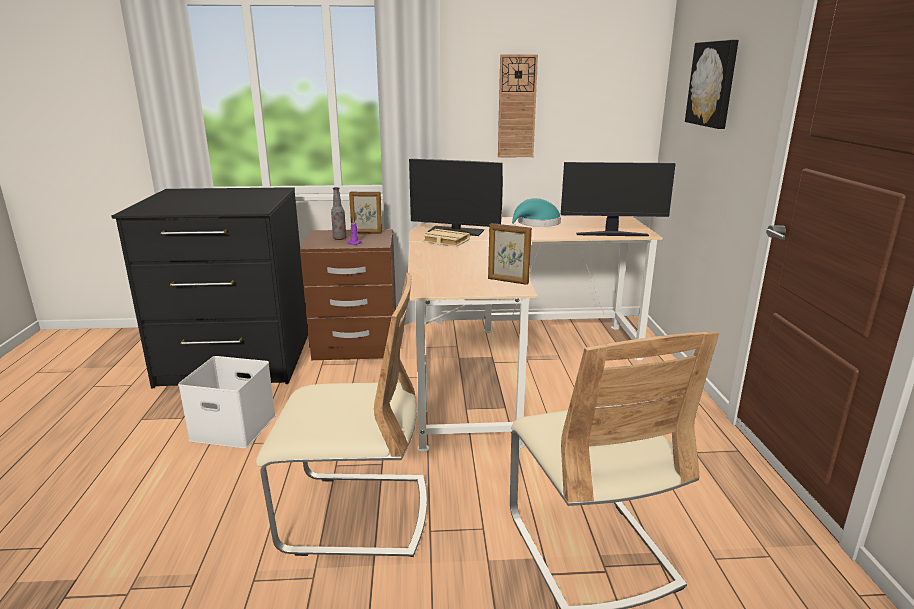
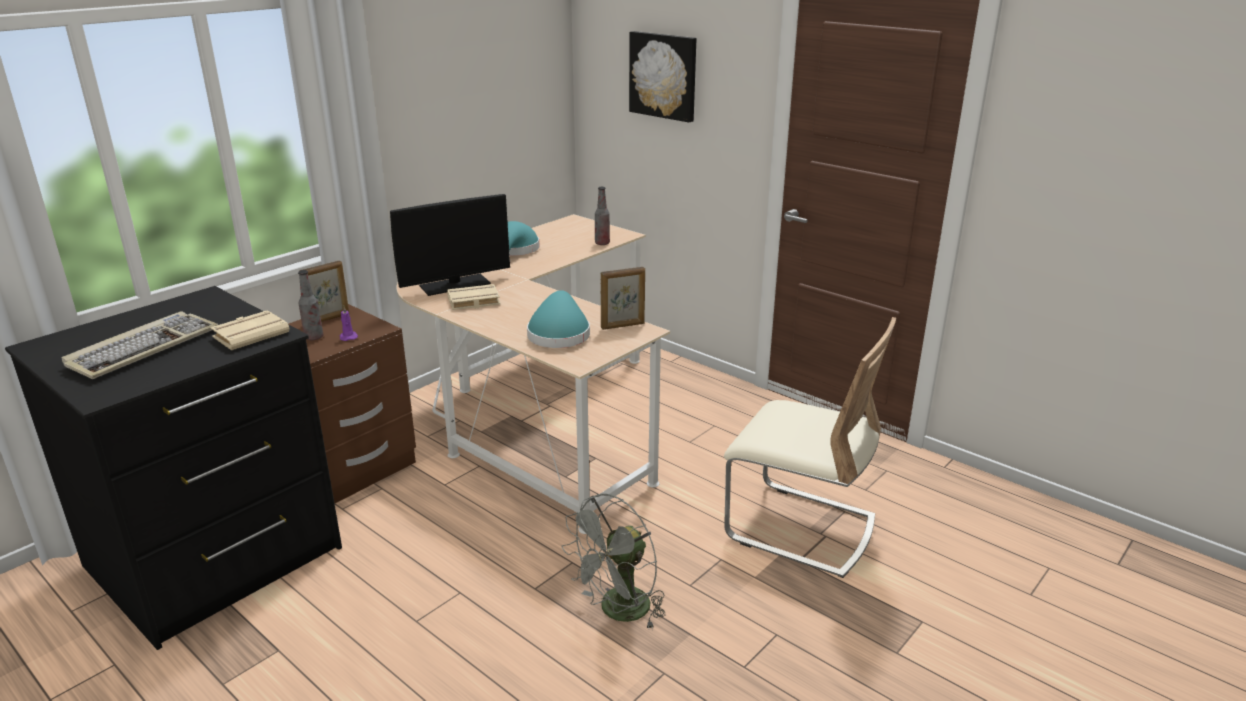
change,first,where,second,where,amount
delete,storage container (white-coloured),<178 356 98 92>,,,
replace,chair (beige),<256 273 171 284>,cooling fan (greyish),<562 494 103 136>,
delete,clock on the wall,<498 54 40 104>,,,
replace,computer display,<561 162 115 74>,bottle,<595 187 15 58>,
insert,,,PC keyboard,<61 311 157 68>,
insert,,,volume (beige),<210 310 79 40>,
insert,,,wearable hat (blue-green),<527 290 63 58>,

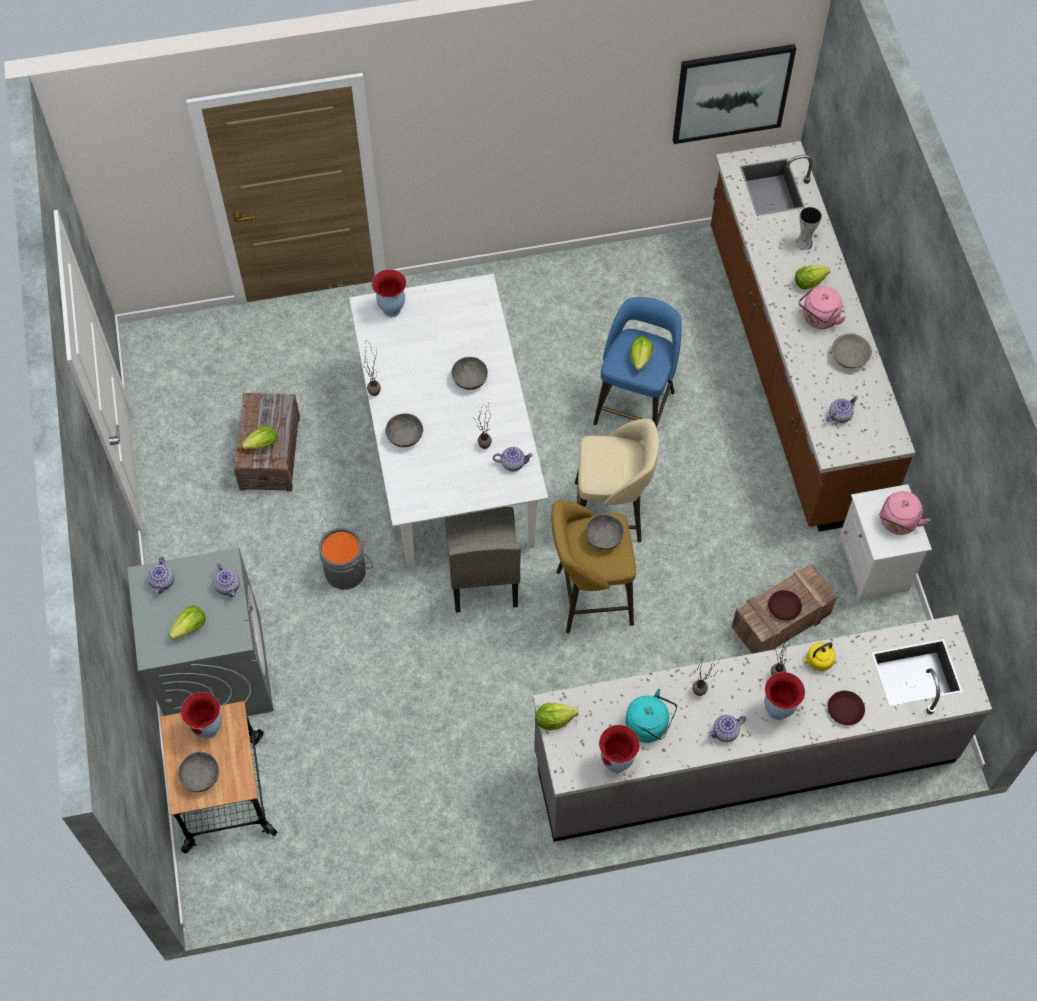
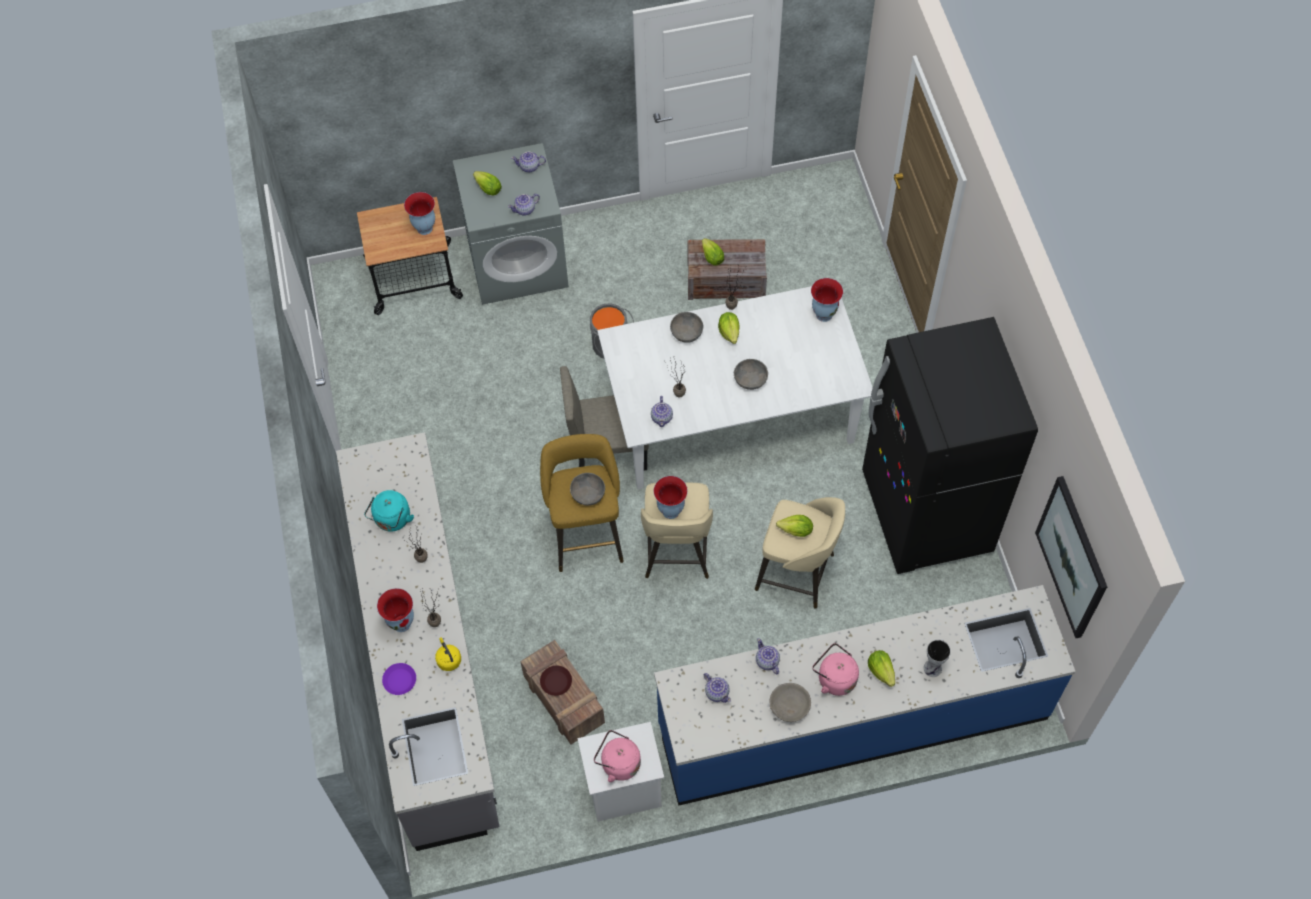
change,first,where,second,where,amount
delete,deep dish (greyish),<178 752 41 40>,,,
move,head of lettuce,<536 703 42 27>,,<718 312 22 32>,
recolor,stool seat (blue-coloured),<593 297 89 131>,stool seat (beige),<755 497 90 111>,
move,flower vase,<599 725 41 48>,,<654 476 34 43>,
move,teapot,<708 715 38 27>,,<756 638 24 36>,
recolor,counter (brownish),<711 141 204 391>,counter (blue-coloured),<654 585 422 221>,
recolor,dinner plate (brownish),<828 691 37 34>,dinner plate (purple-coloured),<382 663 34 32>,
insert,,,refrigerator (black-coloured),<862 317 176 257>,

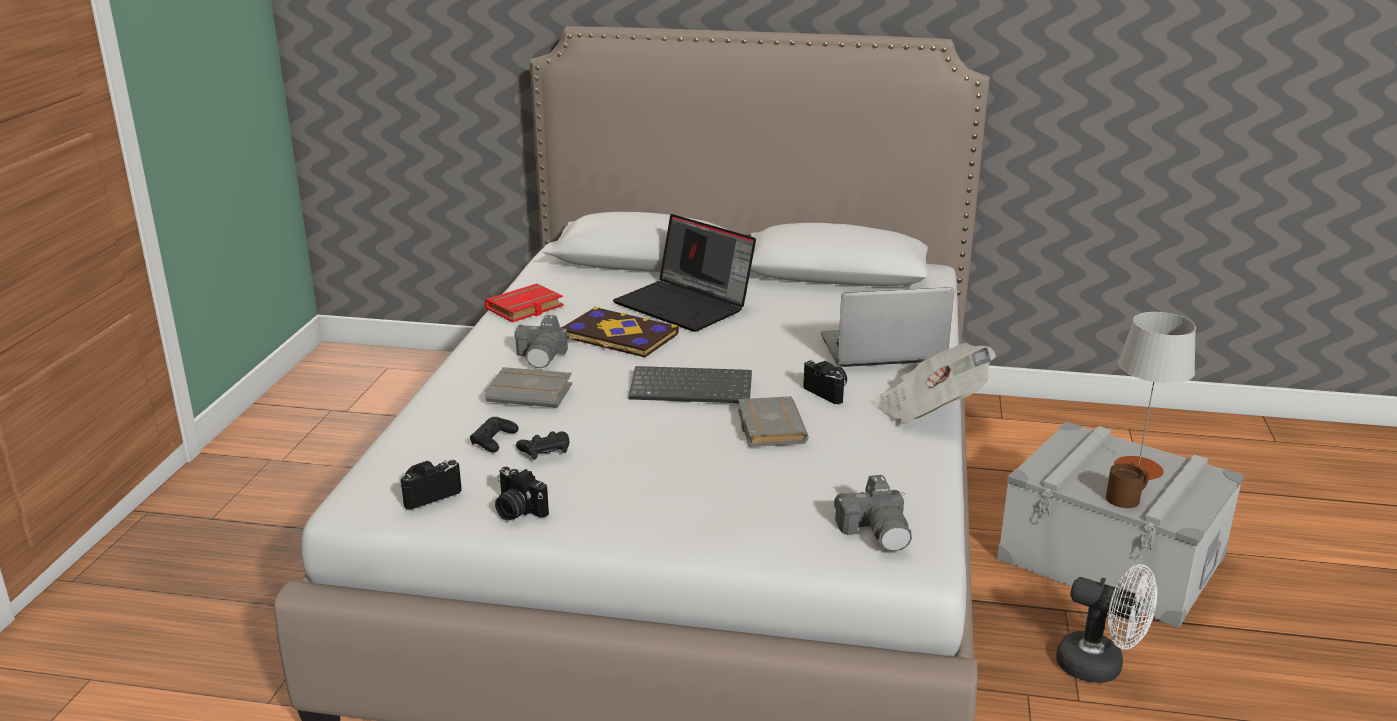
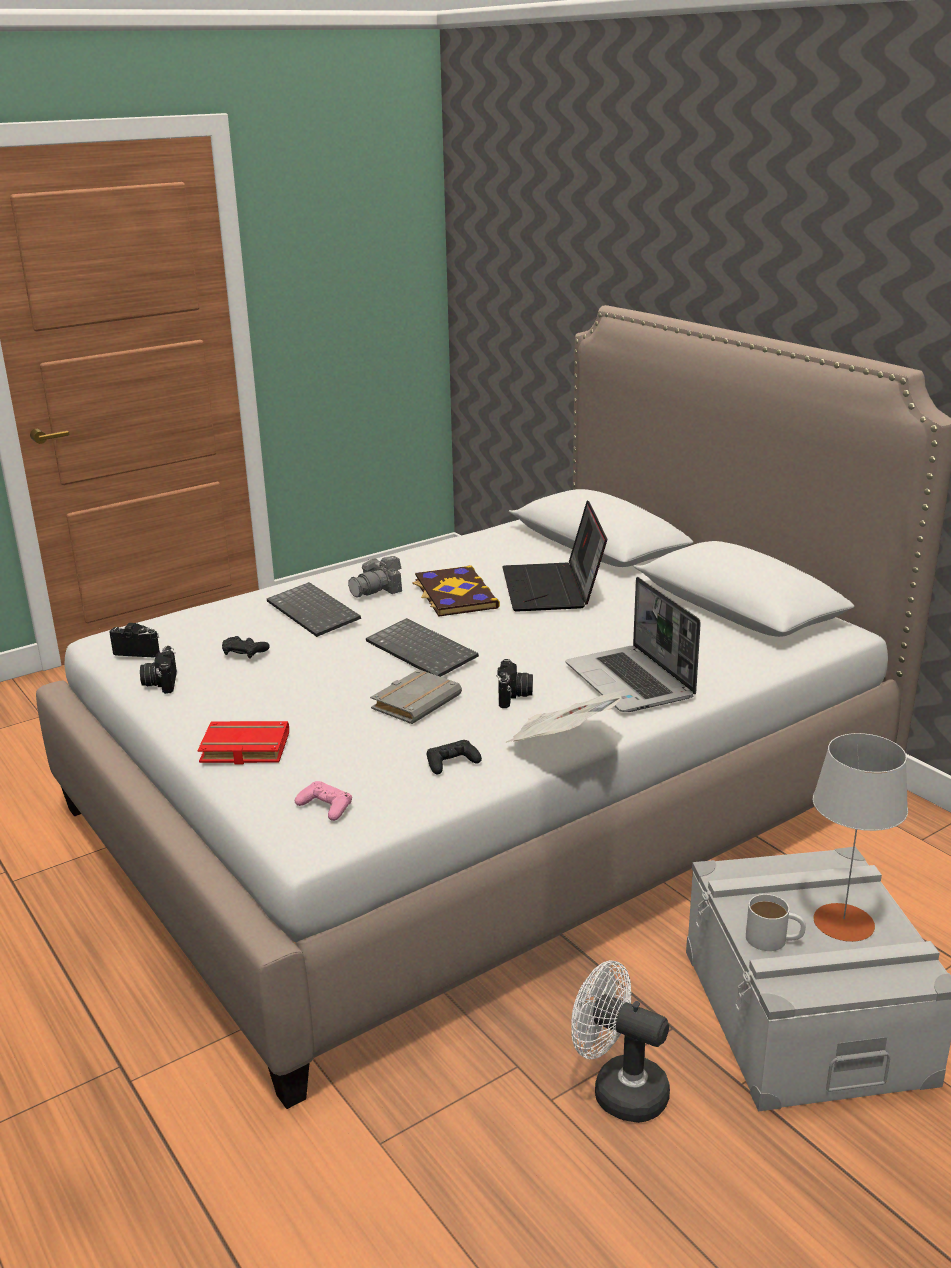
change,first,where,second,where,amount
move,game controller (black-coloured),<470 416 49 37>,,<427 740 55 34>,
move,volume (reddish),<485 284 79 38>,,<197 721 92 43>,
replace,volume (greyish),<485 367 87 41>,PC keyboard,<267 582 94 55>,
rotate,laptop,<821 287 133 80>,,<565 577 136 135>,150 degrees counterclockwise
replace,still camera,<834 475 78 77>,game controller (pinkish),<295 781 57 40>,
rotate,cooling fan (white-coloured),<1056 564 101 119>,,<571 960 99 163>,135 degrees clockwise
recolor,mug (brownish),<1106 463 43 45>,mug (white-coloured),<746 894 60 57>,

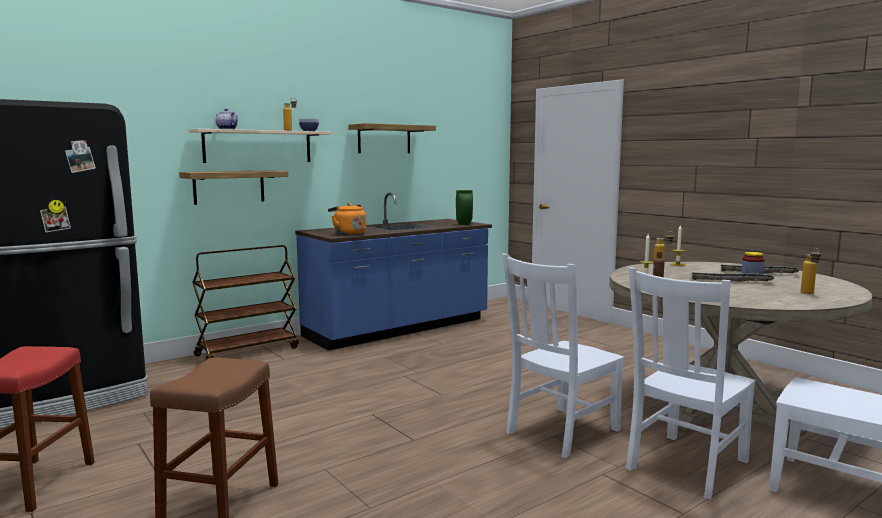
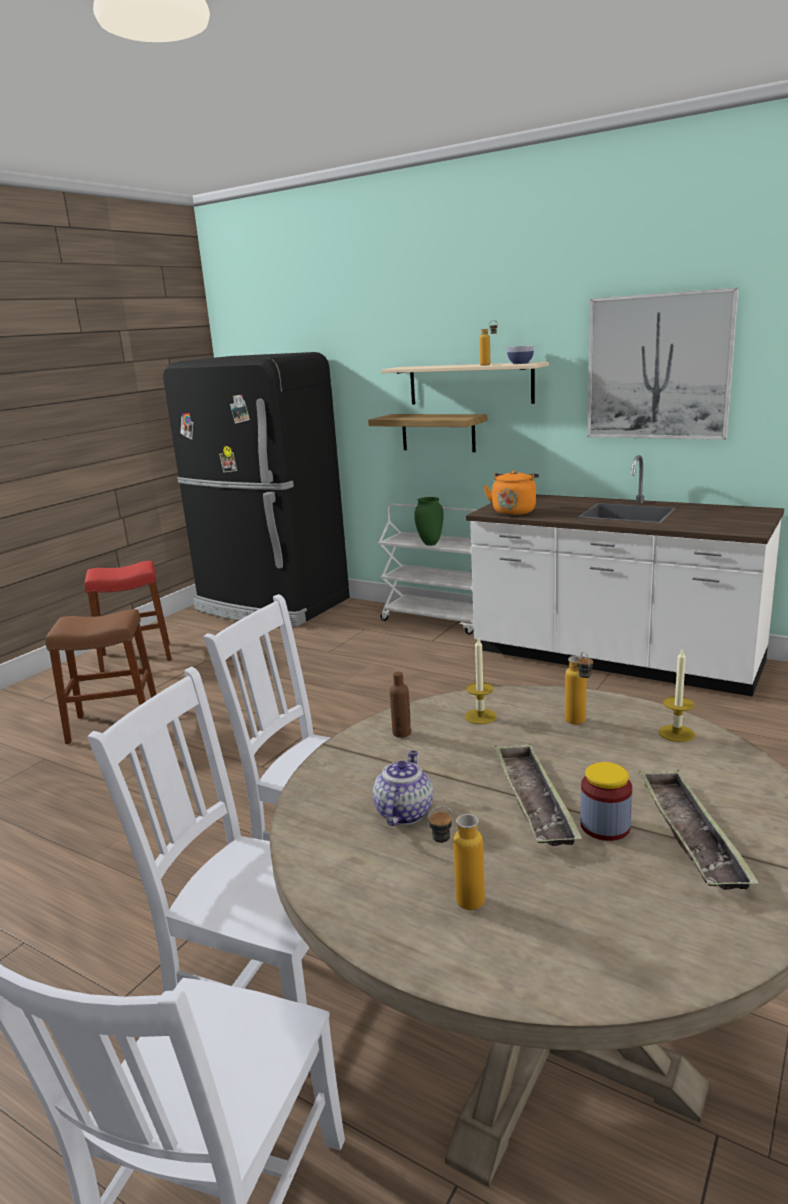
change,first,where,second,where,amount
recolor,cart (brownish),<192 245 107 115>,cart (white-coloured),<378 504 98 131>,
move,teapot,<216 109 22 20>,,<373 750 60 76>,
recolor,counter (blue-coloured),<295 193 197 158>,counter (white-coloured),<466 455 318 242>,
replace,bracket shelf,<348 123 88 30>,picture,<587 288 152 152>,
move,flower vase (green-coloured),<456 190 17 35>,,<414 497 30 49>,

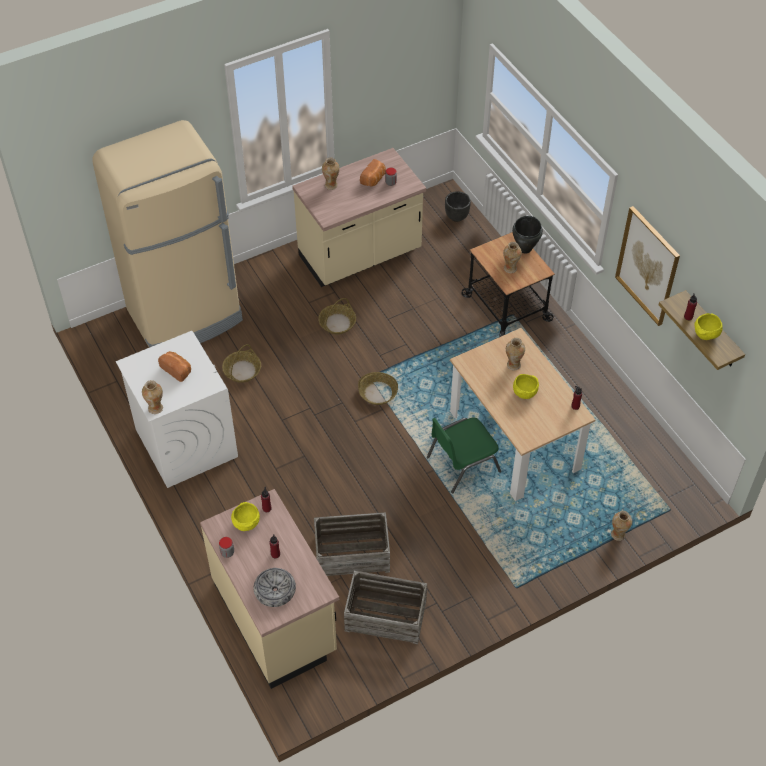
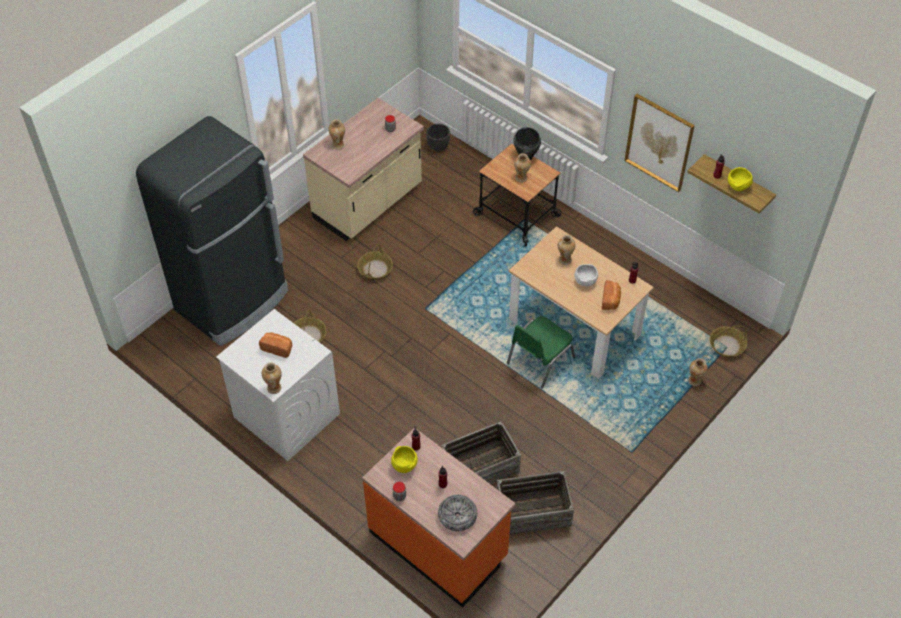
change,first,where,second,where,amount
recolor,refrigerator (beige),<93 120 150 228>,refrigerator (black-coloured),<136 116 152 230>,
recolor,counter (beige),<200 489 139 200>,counter (orangey),<362 428 154 180>,
move,storage basket,<358 372 40 33>,,<710 326 37 31>,
move,baked bread,<360 159 26 27>,,<602 280 19 30>,
recolor,deep dish (yellow),<513 374 26 25>,deep dish (white-coloured),<575 264 23 22>,

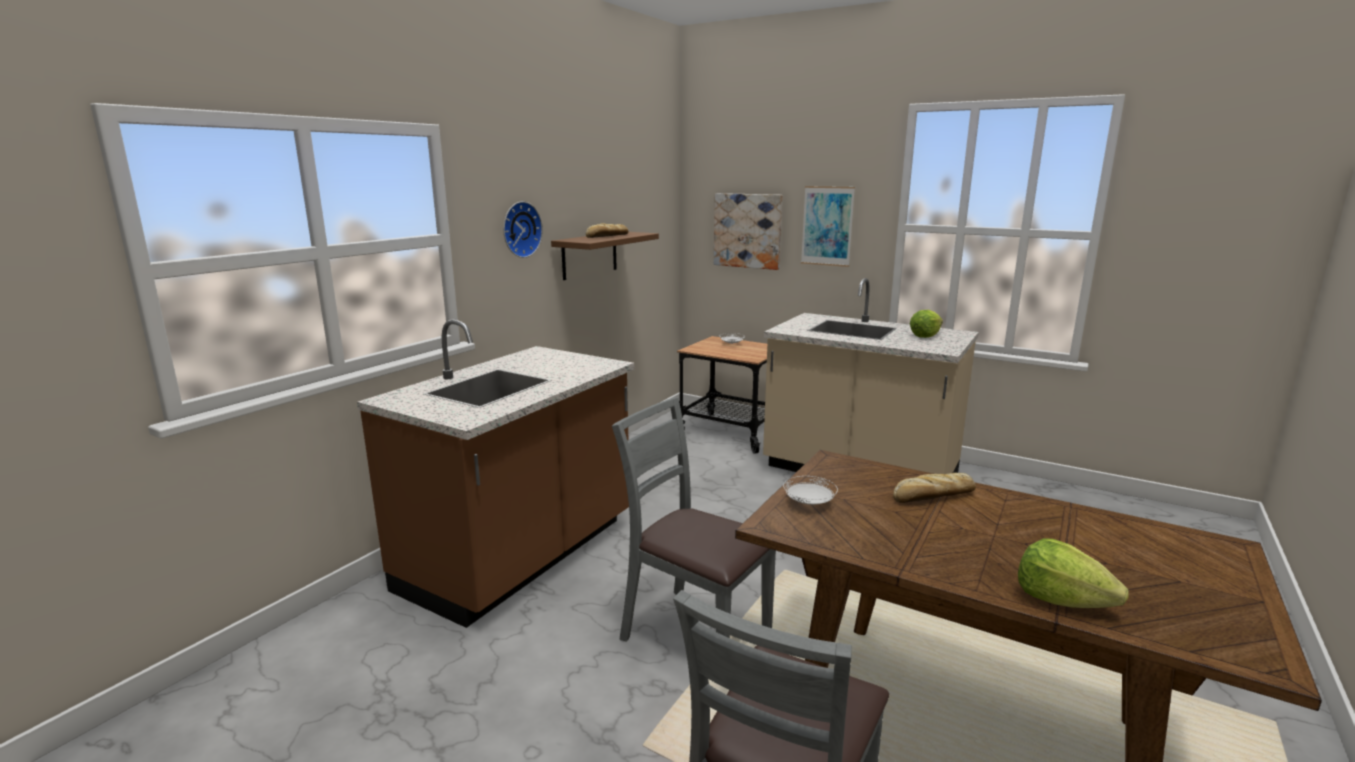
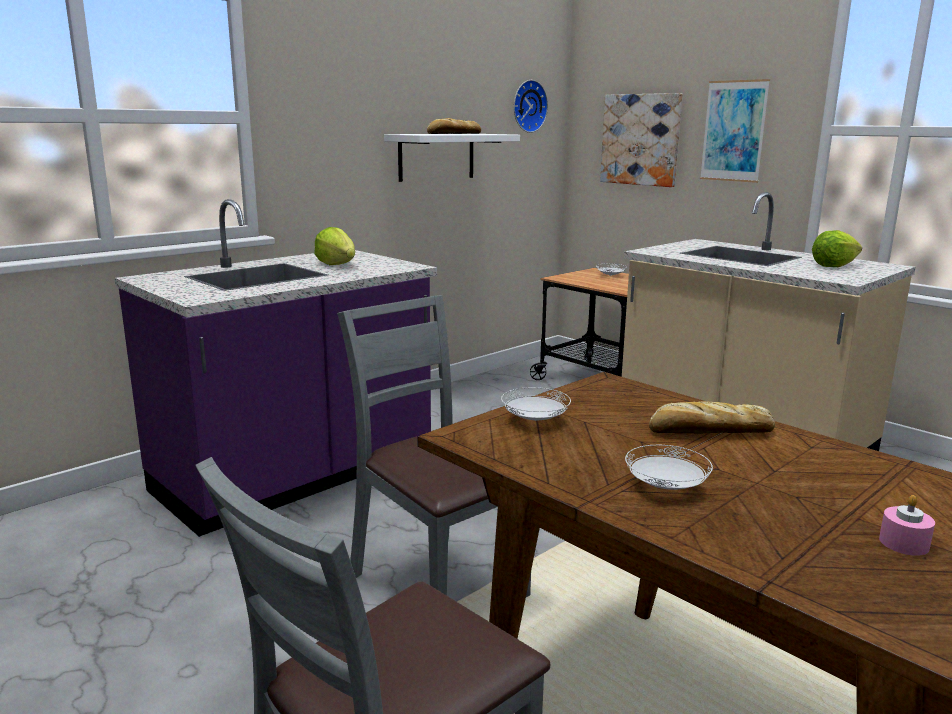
change,first,where,second,where,amount
recolor,counter (brownish),<357 319 277 309>,counter (purple-coloured),<115 199 322 338>,
move,clock on the wall,<503 201 40 57>,,<514 80 34 53>,
recolor,bracket shelf (brownish),<551 232 108 48>,bracket shelf (white-coloured),<384 134 136 48>,
move,head of lettuce,<1018 538 111 70>,,<314 227 41 38>,
insert,,,dinner plate (white-coloured),<625 445 88 45>,
insert,,,wax light (pinkish),<879 495 56 61>,

